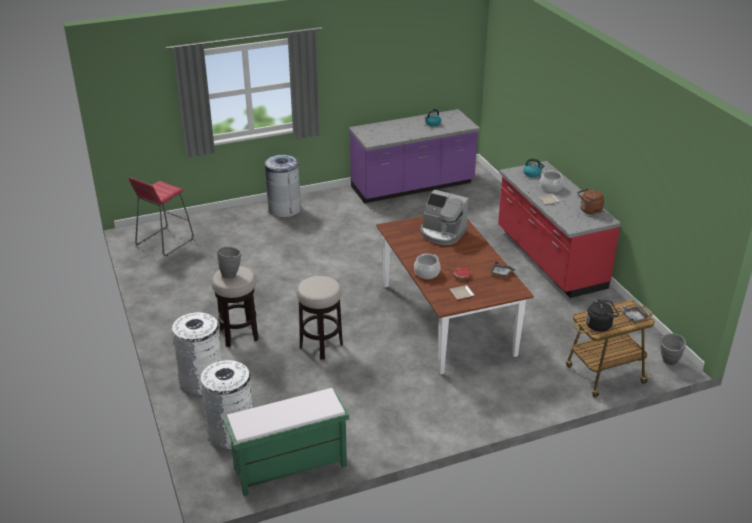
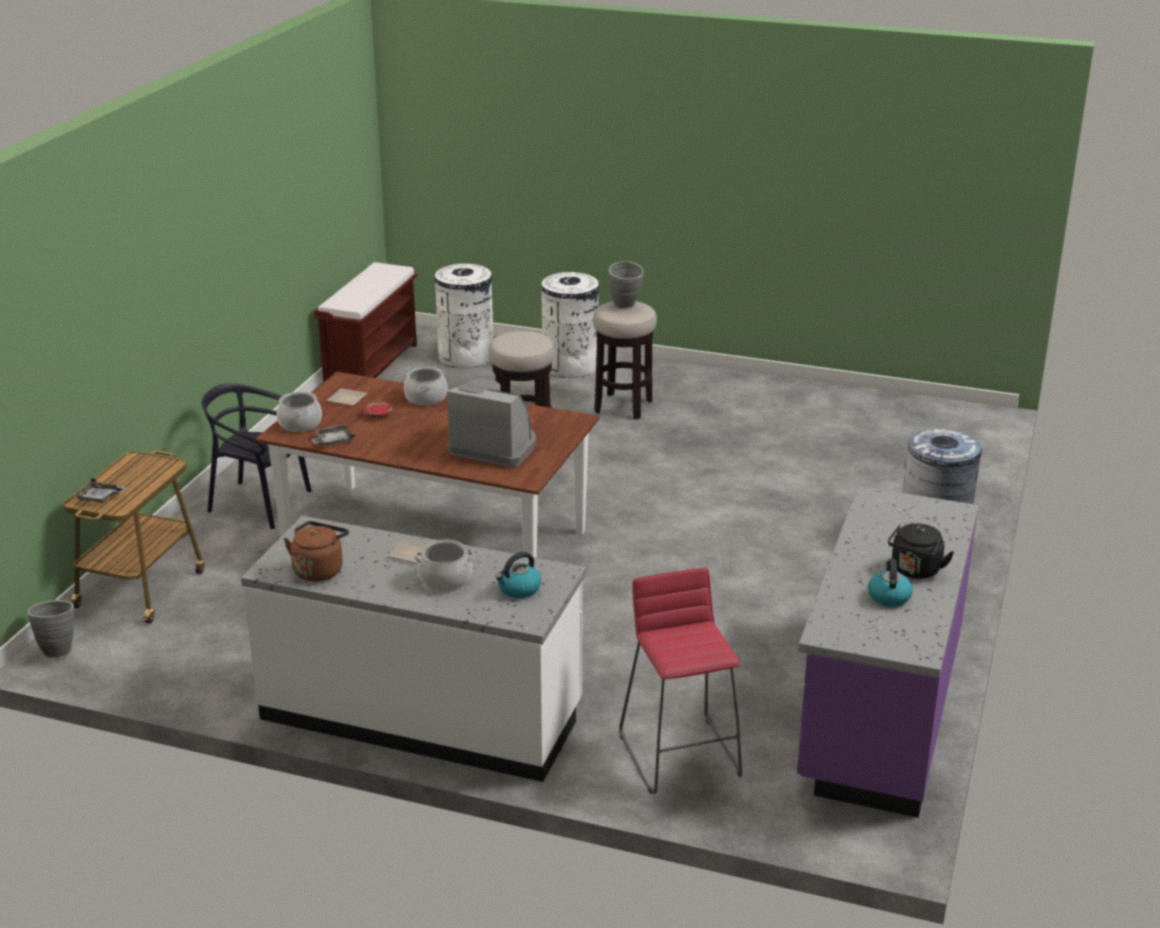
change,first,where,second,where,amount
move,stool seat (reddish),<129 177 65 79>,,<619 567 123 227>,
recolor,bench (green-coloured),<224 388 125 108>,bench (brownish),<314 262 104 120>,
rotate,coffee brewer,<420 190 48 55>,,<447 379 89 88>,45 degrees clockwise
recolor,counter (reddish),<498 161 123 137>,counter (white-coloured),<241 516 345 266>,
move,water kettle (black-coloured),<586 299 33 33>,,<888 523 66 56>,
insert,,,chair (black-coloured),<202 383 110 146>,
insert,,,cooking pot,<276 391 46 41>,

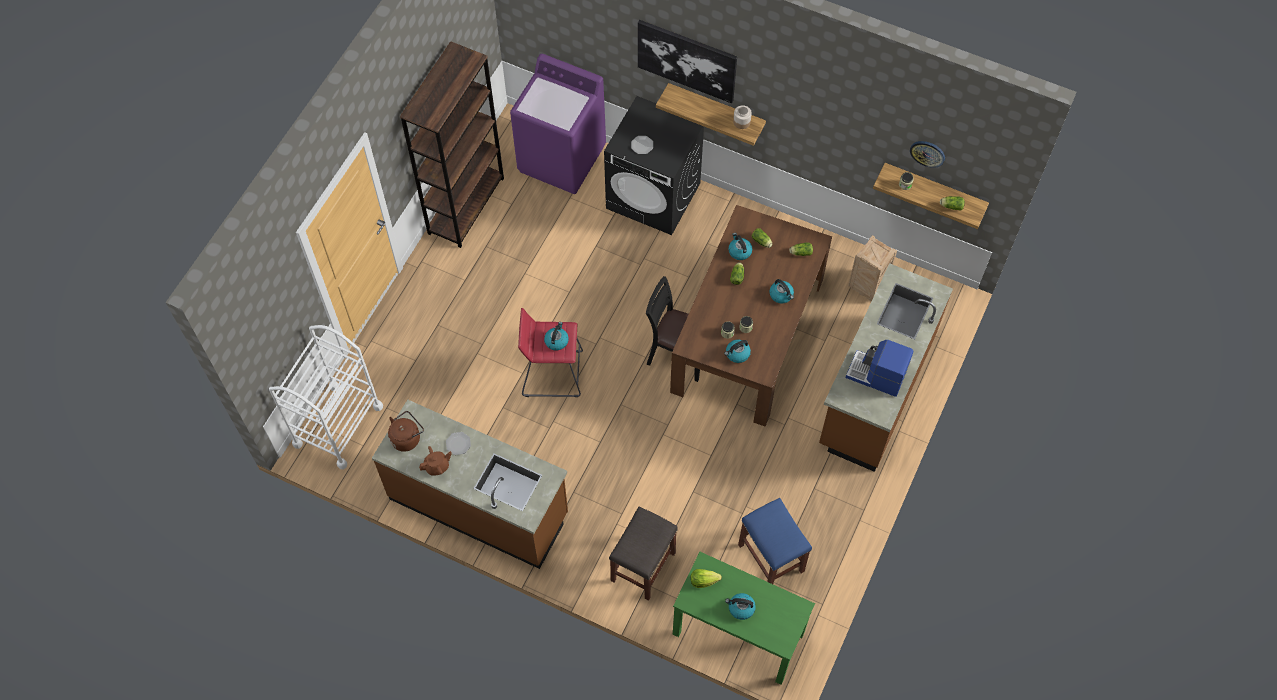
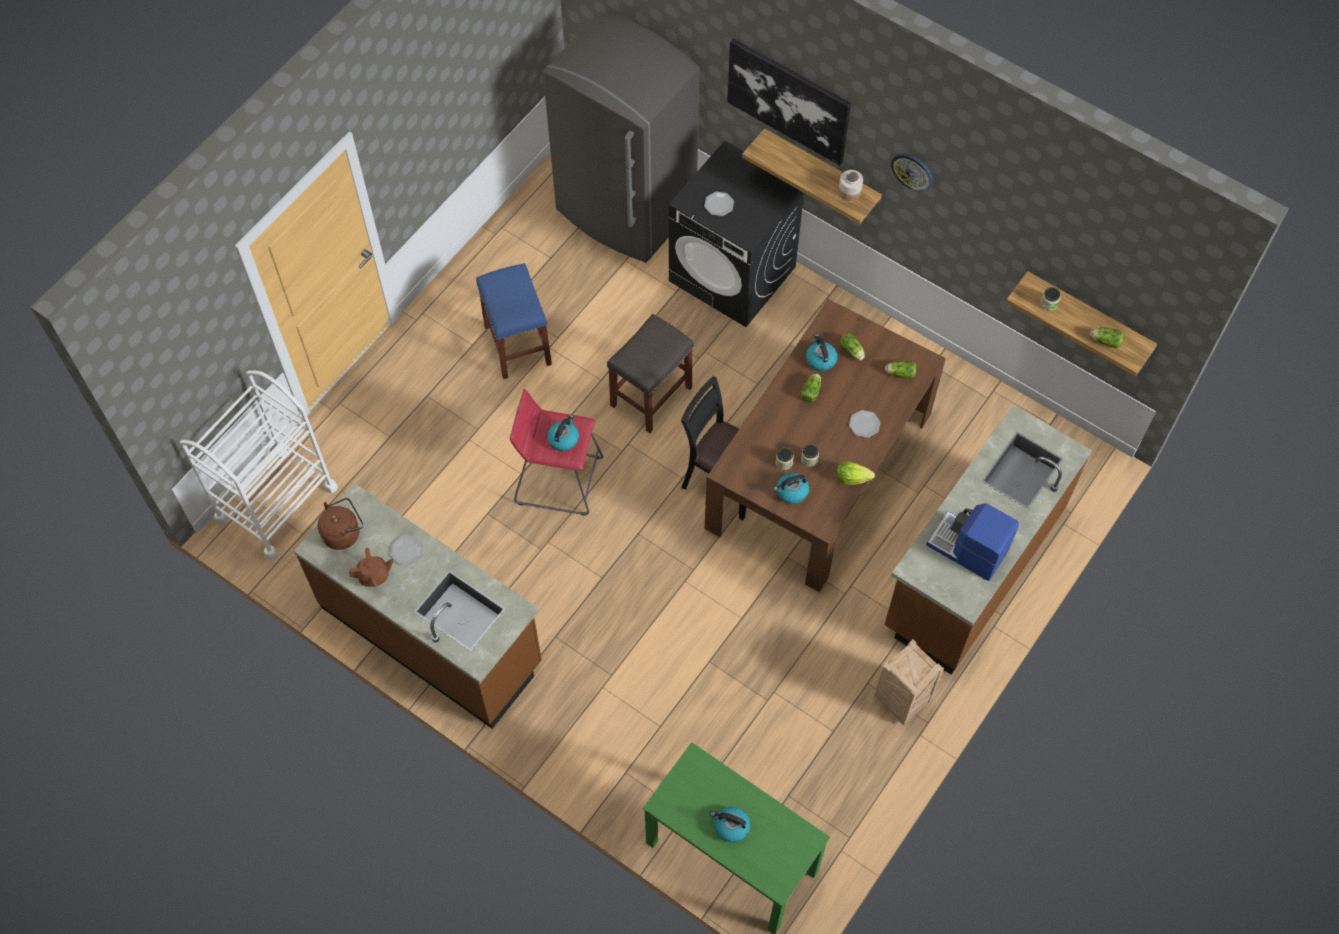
change,first,where,second,where,amount
delete,bookshelf (brownish),<400 41 104 207>,,,
replace,laundry machine (purple-coloured),<510 54 96 140>,refrigerator (greyish),<543 12 157 251>,
move,stool seat (greyish),<609 507 68 94>,,<607 314 87 119>,
move,head of lettuce,<691 569 31 19>,,<837 461 38 24>,
move,stool seat (blue-coloured),<738 498 74 86>,,<476 263 76 116>,
replace,water kettle,<769 279 25 24>,dinner plate,<849 410 32 28>,
move,packing crate,<848 235 49 66>,,<874 639 70 86>,
move,clock on the wall,<910 141 35 27>,,<891 153 42 39>,

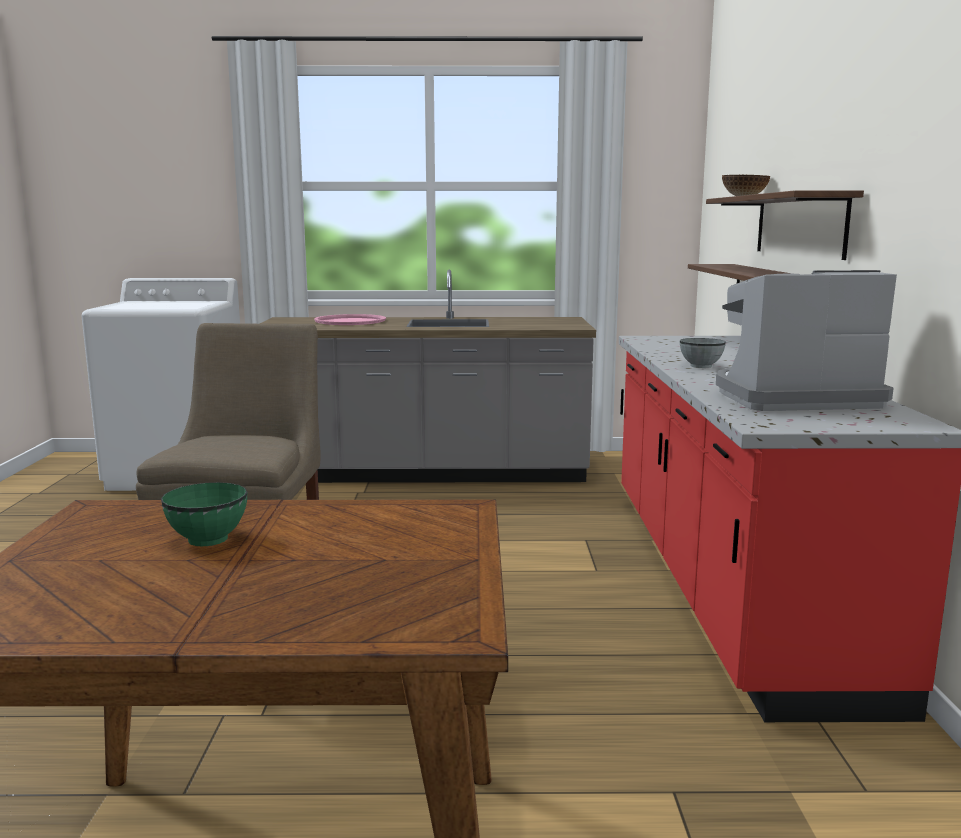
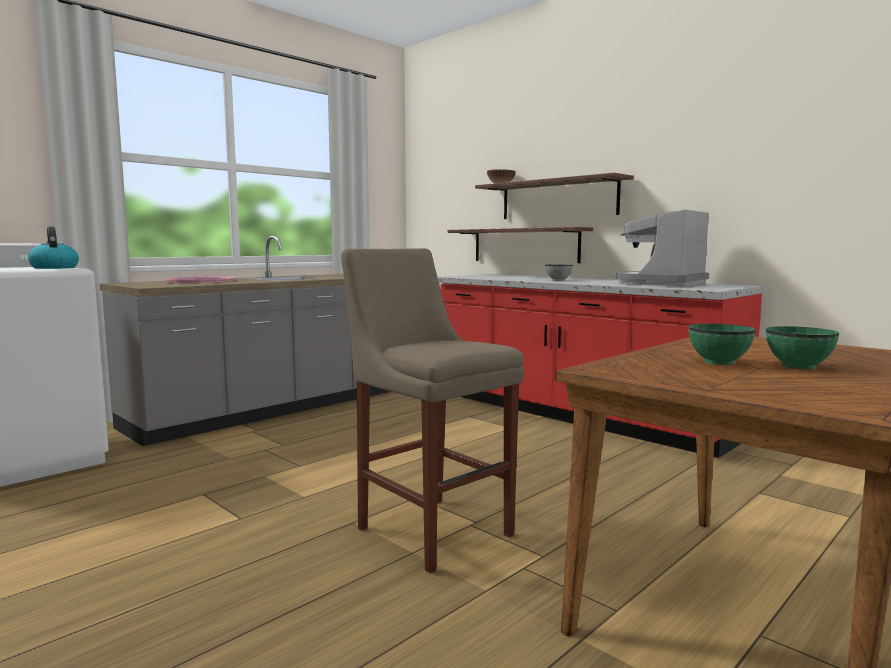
change,first,where,second,where,amount
insert,,,water kettle,<28 226 51 43>,
insert,,,deep dish (green-coloured),<766 326 73 43>,

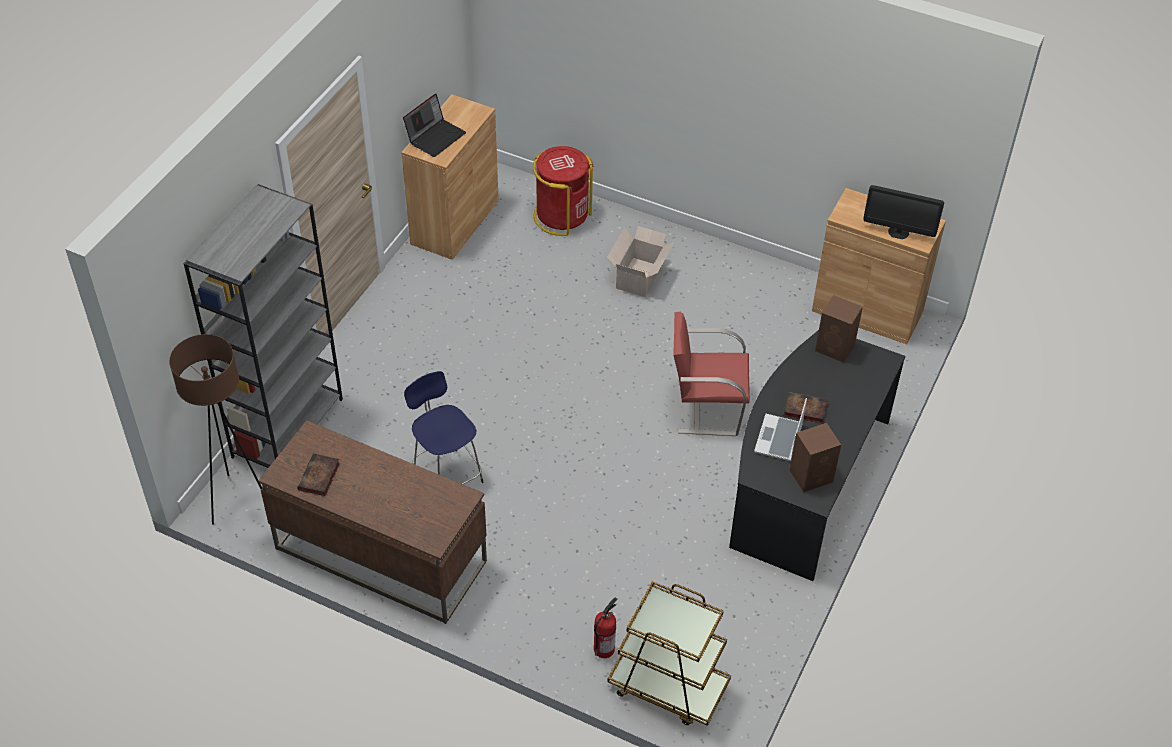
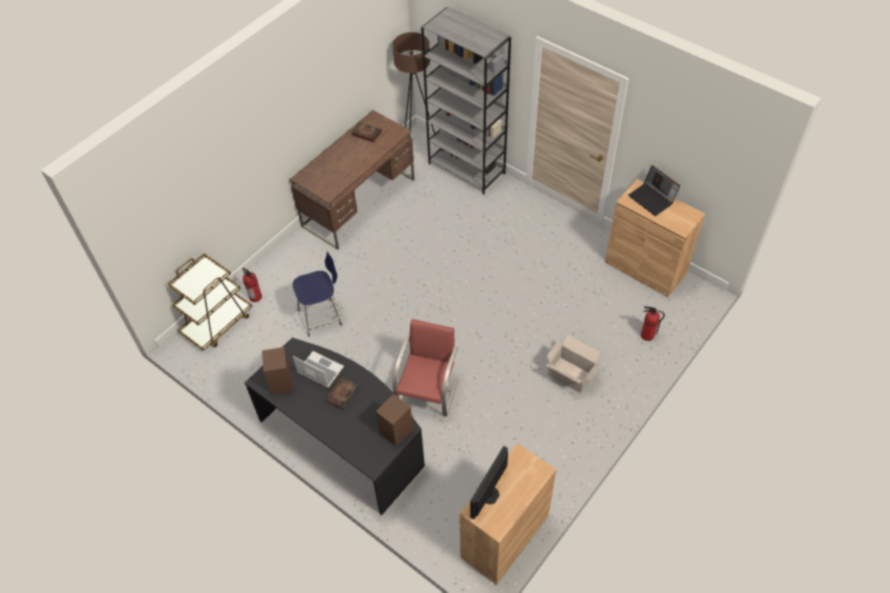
change,first,where,second,where,amount
move,stool seat (blue-coloured),<404 371 80 113>,,<293 252 49 85>,
replace,rubbish bin (reddish),<533 146 60 90>,fire-fighting cylinder,<641 306 24 35>,

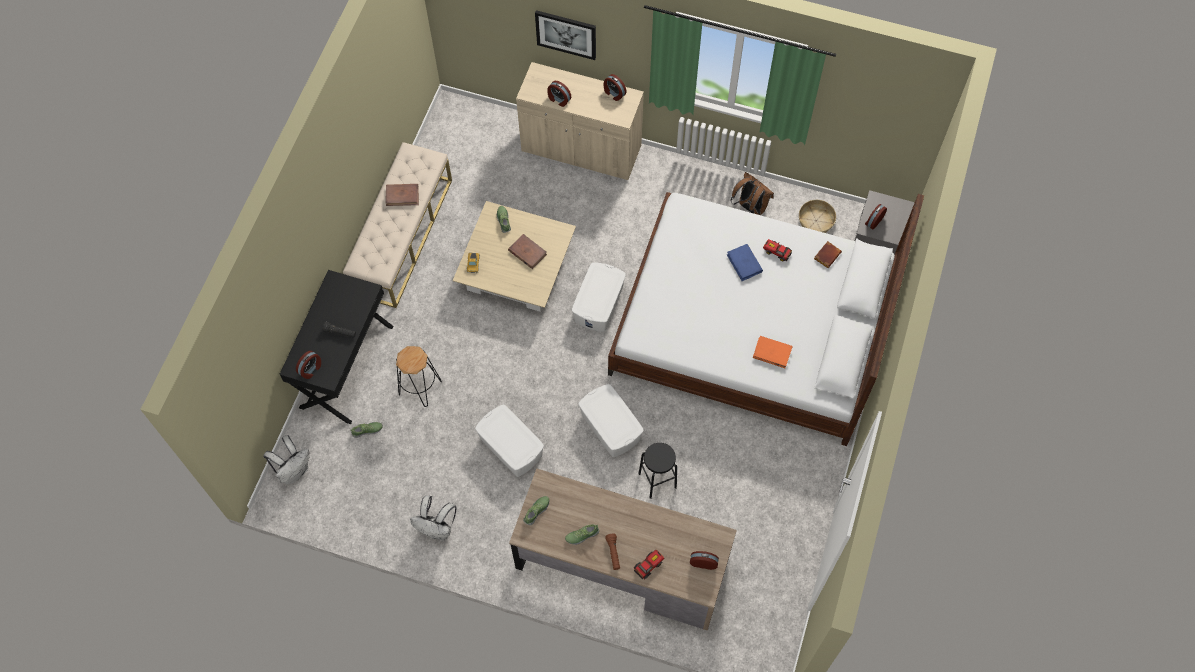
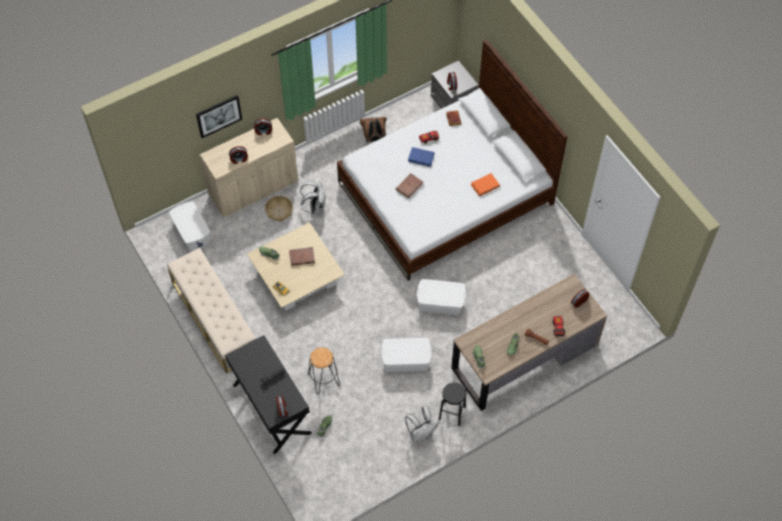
change,first,where,second,where,amount
move,knapsack (white-coloured),<263 435 47 50>,,<300 181 26 34>,
move,volume (brownish),<385 184 34 22>,,<396 173 27 26>,
move,storage container (white-coloured),<572 262 54 70>,,<169 201 42 51>,
move,stool seat (black-coloured),<638 443 39 56>,,<439 383 27 43>,
move,storage basket,<799 200 37 33>,,<265 196 28 26>,

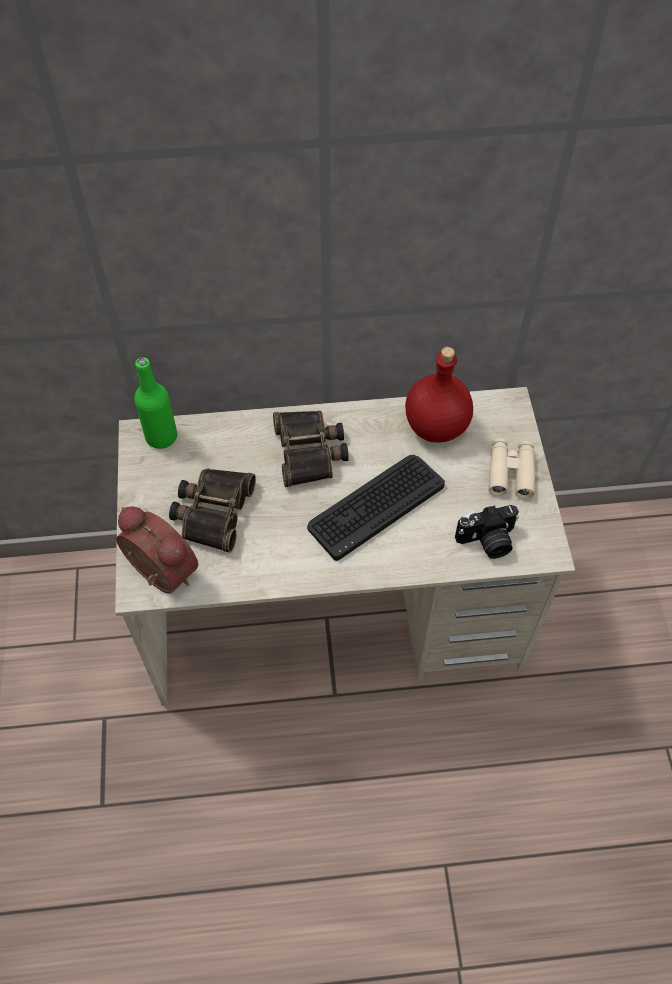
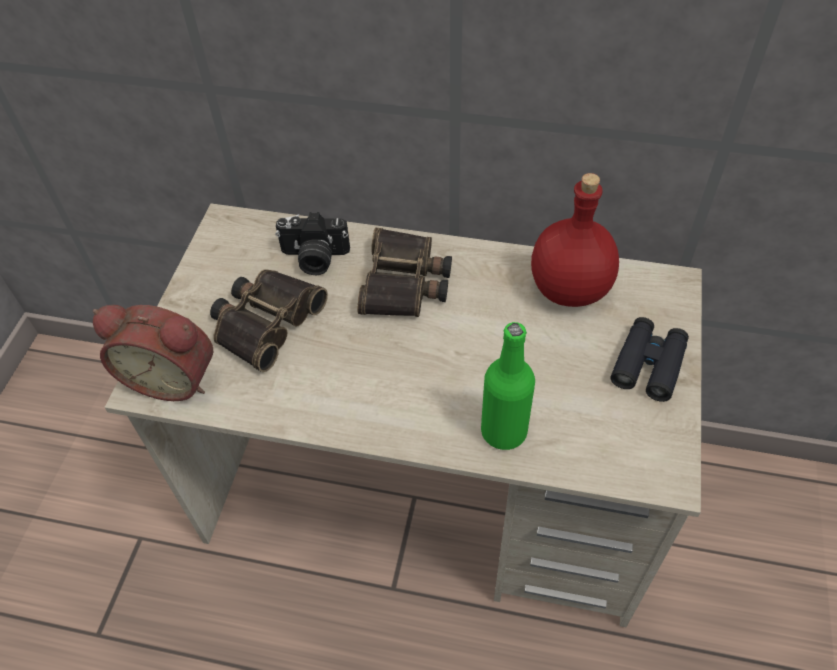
change,first,where,second,where,amount
rotate,bedside clock,<116 506 82 88>,,<93 305 120 96>,135 degrees clockwise
move,bottle (green-coloured),<134 357 43 92>,,<481 322 54 128>,
delete,PC keyboard,<307 455 138 106>,,,
move,still camera,<455 505 64 54>,,<275 212 75 63>,
recolor,binoculars (beige),<489 438 46 60>,binoculars (black-coloured),<611 317 78 85>,

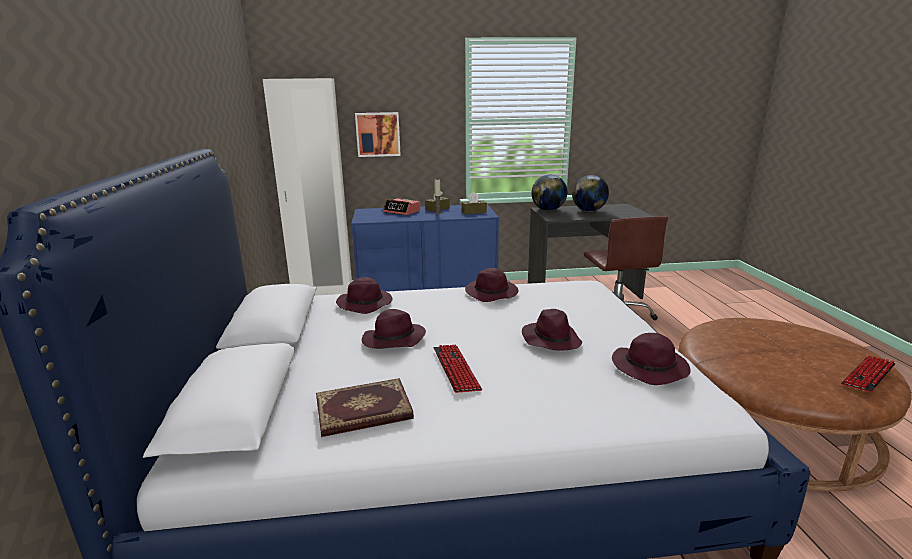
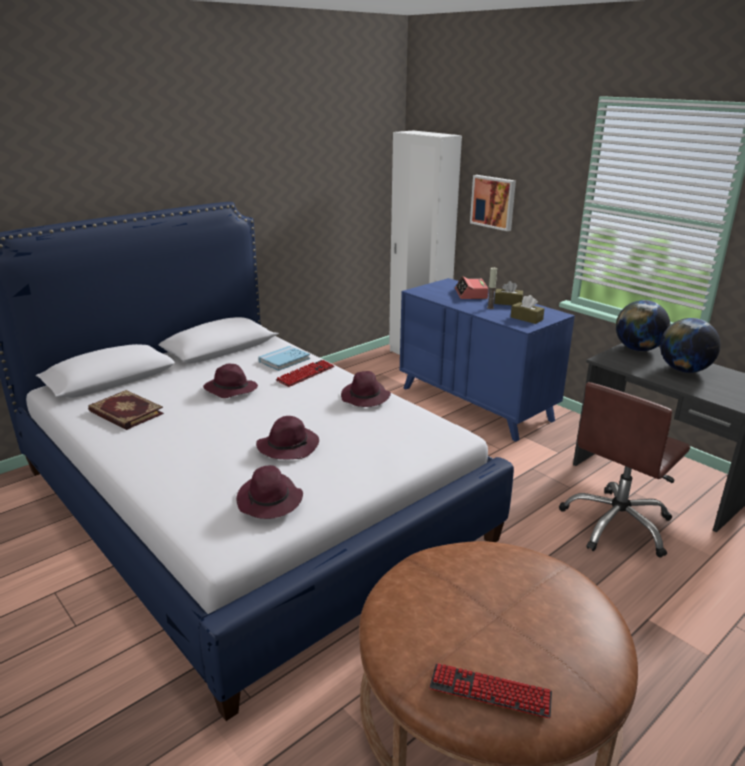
change,first,where,second,where,amount
replace,wearable hat (purple-coloured),<336 277 56 37>,volume (blue-coloured),<258 346 52 25>,
move,PC keyboard,<433 344 49 49>,,<276 360 58 27>,

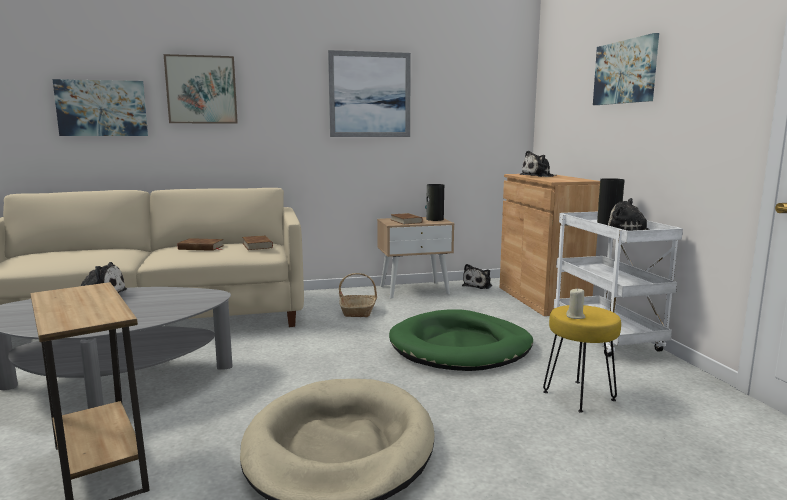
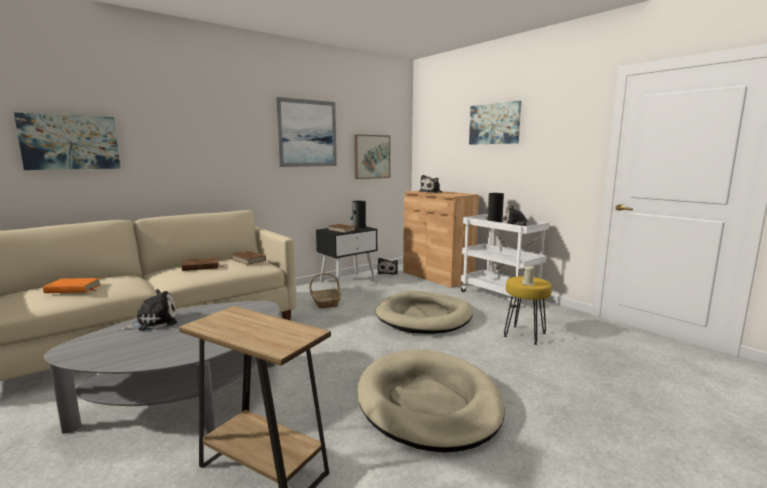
change,first,where,second,where,amount
move,picture,<164 54 74 70>,,<354 134 36 45>,
recolor,night table (beige),<377 217 77 81>,night table (black-coloured),<316 225 62 64>,
recolor,dog bed (green-coloured),<389 310 144 61>,dog bed (beige),<376 291 97 43>,
insert,,,volume (orangey),<43 278 59 15>,

